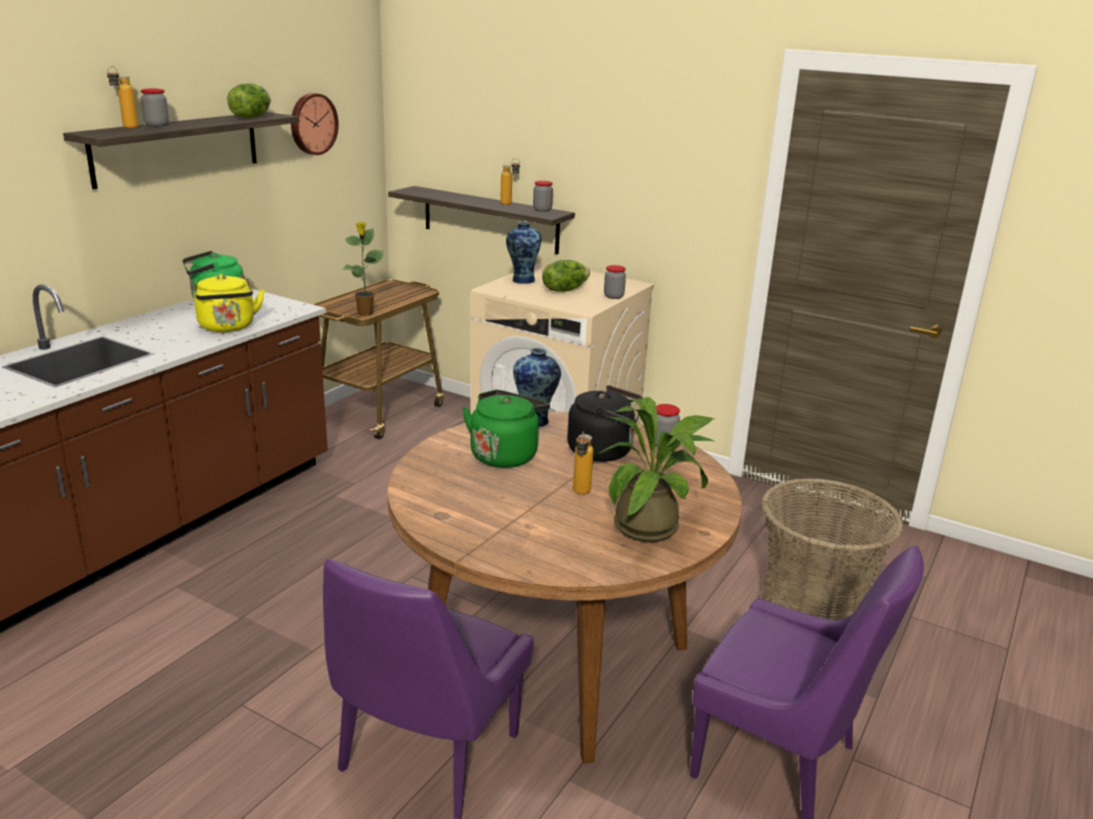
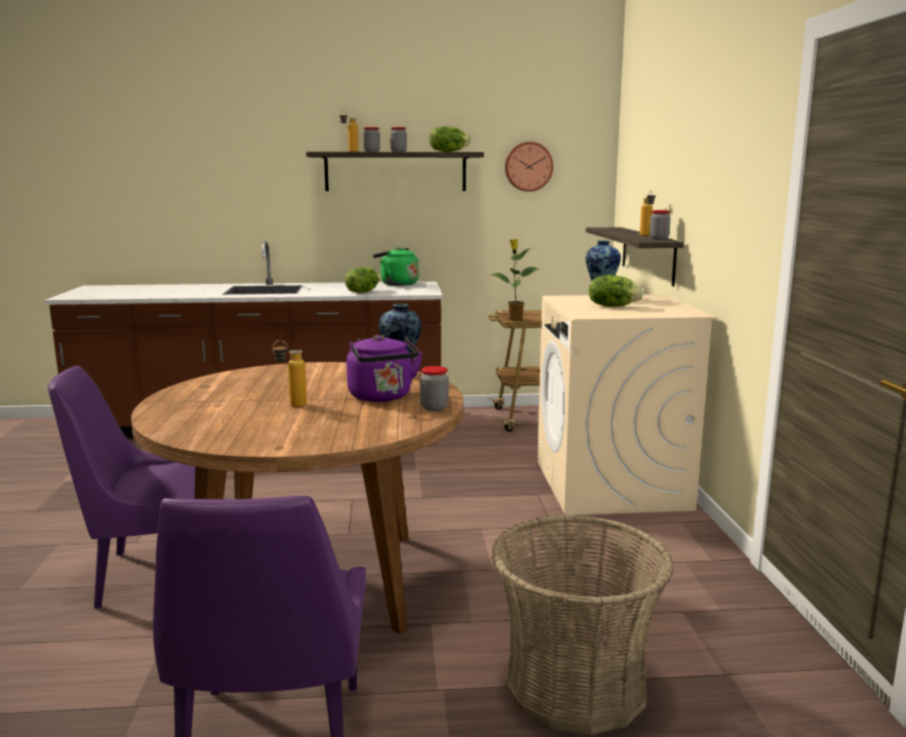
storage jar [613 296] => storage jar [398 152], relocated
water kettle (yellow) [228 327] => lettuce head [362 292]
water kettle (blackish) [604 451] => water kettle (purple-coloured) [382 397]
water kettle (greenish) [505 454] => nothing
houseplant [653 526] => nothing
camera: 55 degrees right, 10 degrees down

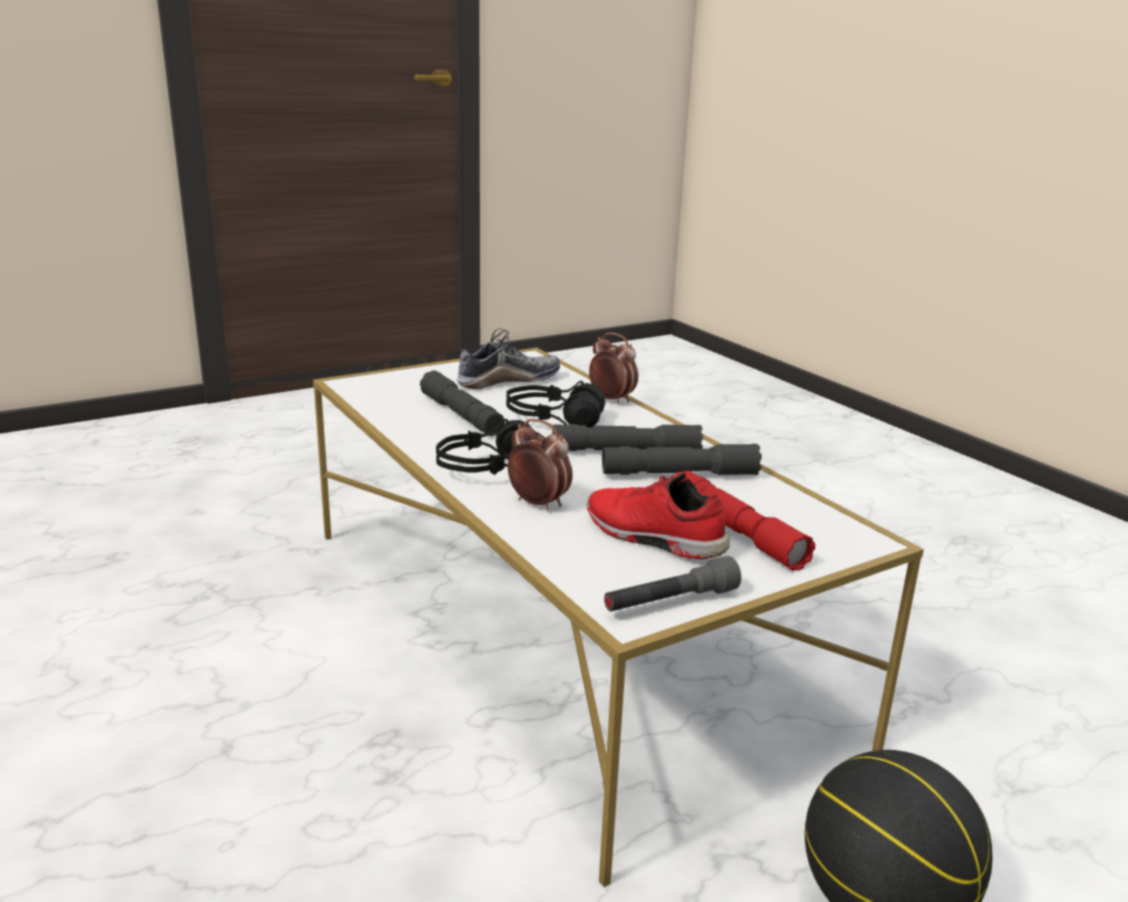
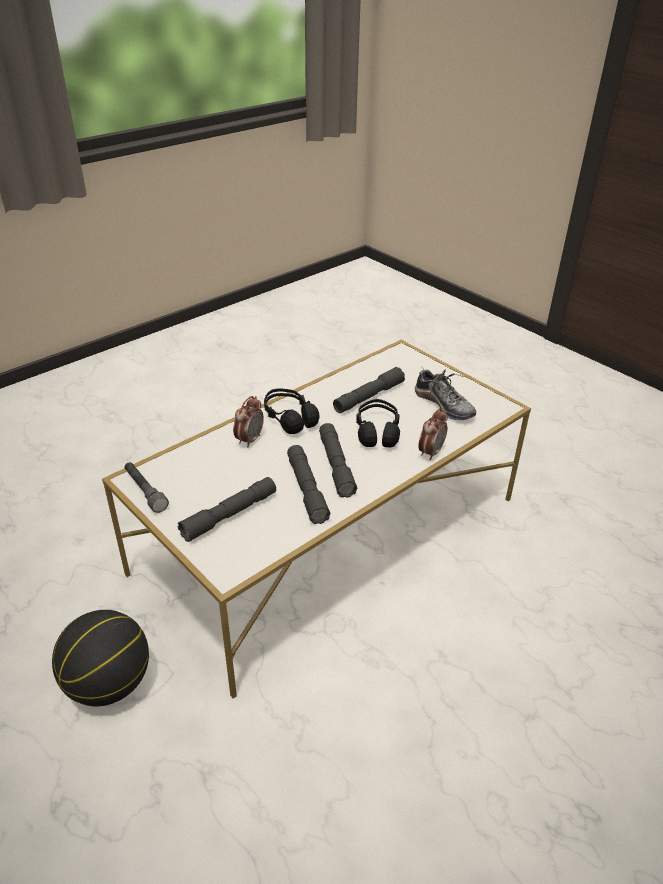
hand torch (reddish) [736 531] => hand torch (grey) [229 515]
shoe (reddish) [651 537] => nothing
camera: 80 degrees right, 15 degrees up

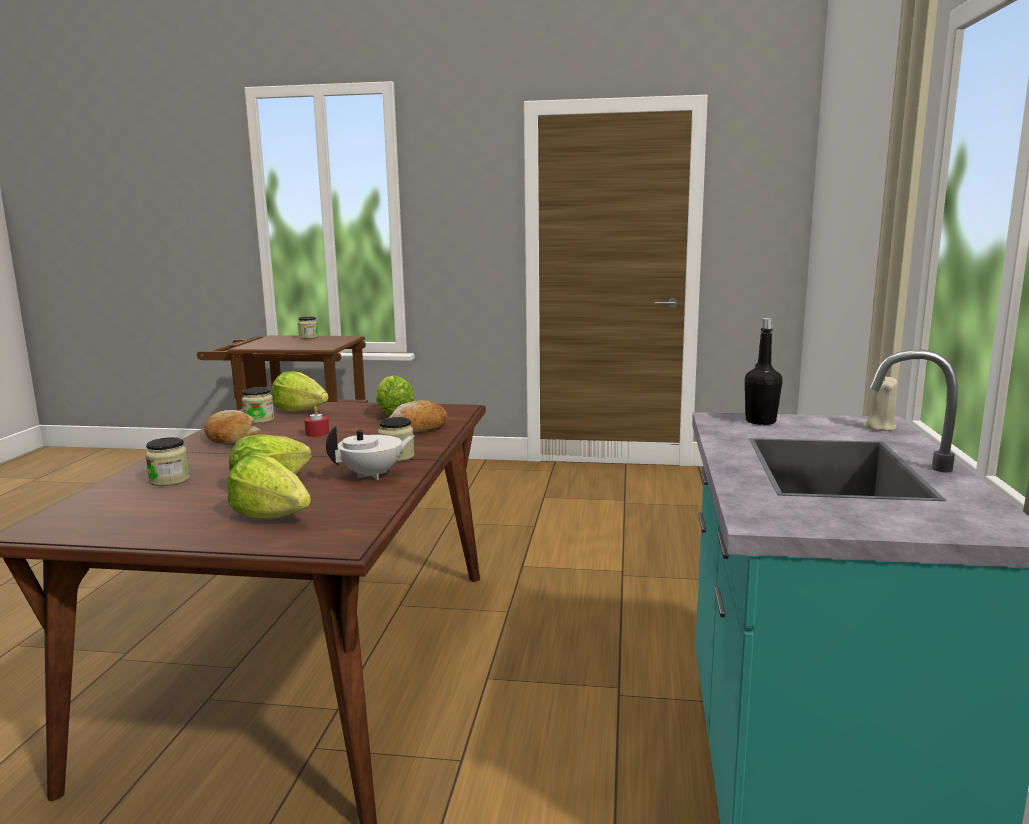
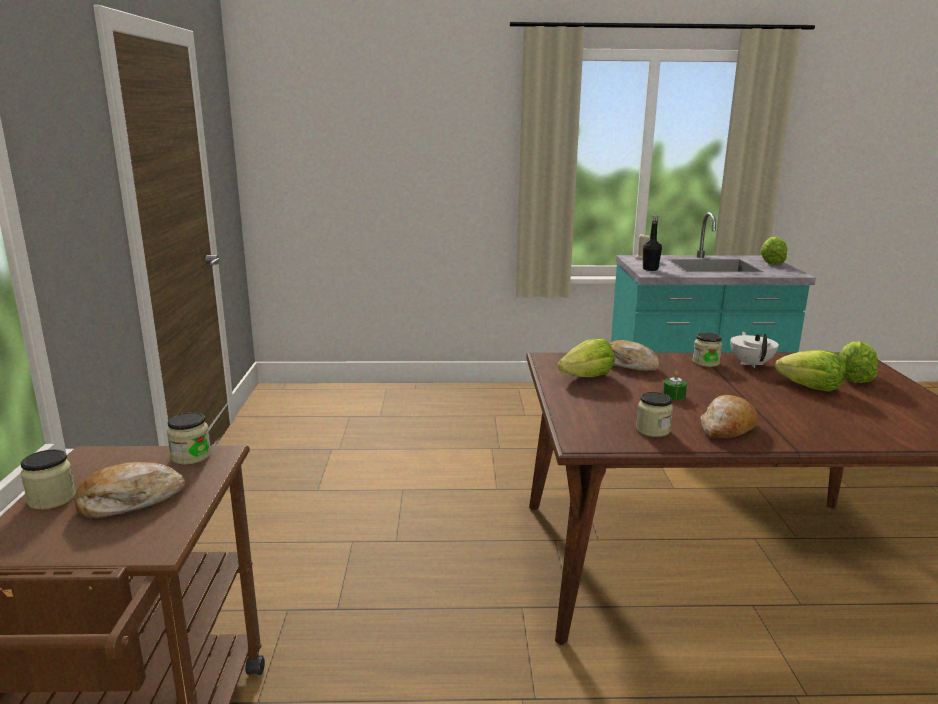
lettuce head [300 410] => lettuce head [771 263], relocated
wax candle (reddish) [317 433] => wax candle (greenish) [674 396]
tea pot (white) [373 475] => tea pot (white) [751 364], 45 degrees clockwise
storage jar [169 480] => storage jar [191 456], relocated
nothing => bread [129 501]
camera: 100 degrees left, 5 degrees up

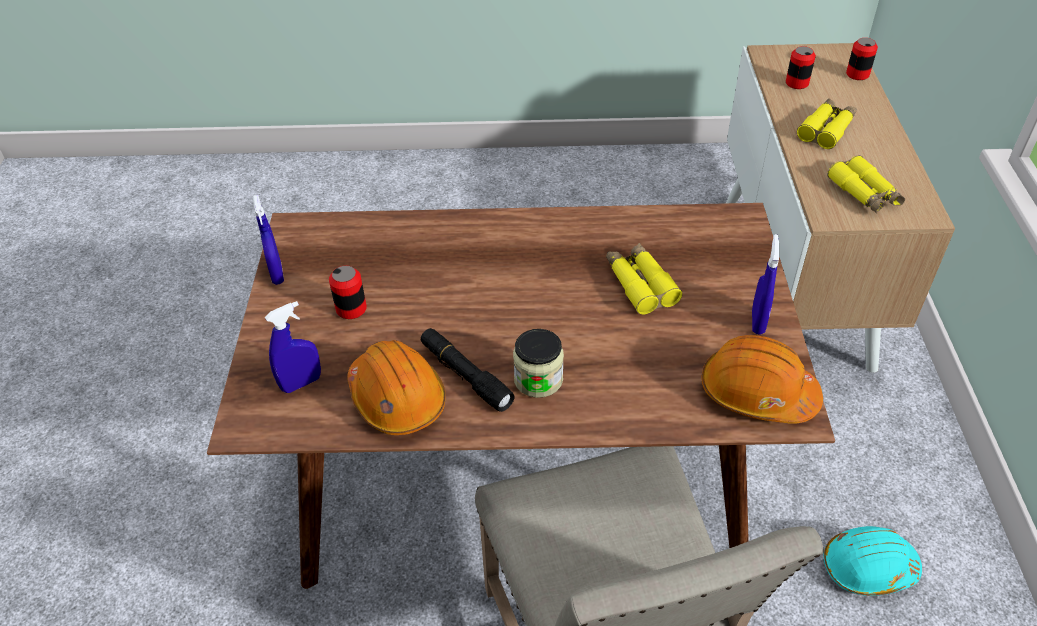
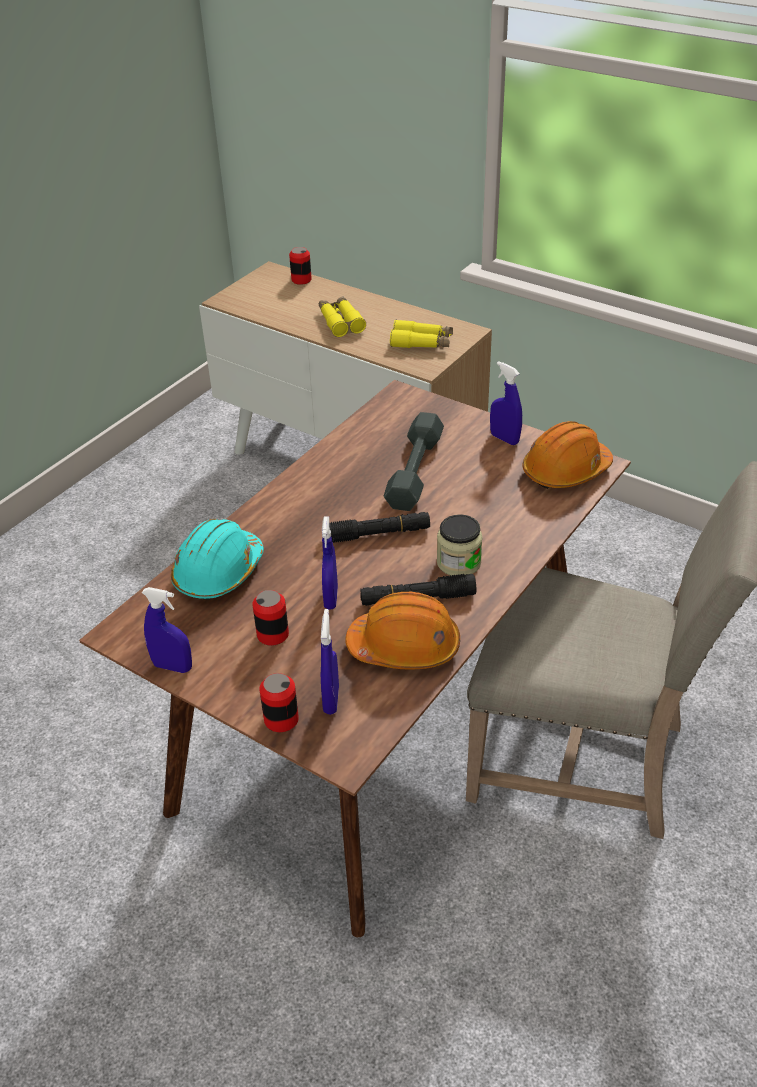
can [797 83] => can [281 719], relocated
binoculars (yellow) [640 284] => dumbbell (grey) [414 471]
work helmet (turquoise-coloured) [868 567] => work helmet (turquoise-coloured) [218 572], relocated
nothing => hand torch (blackish) [377 534]
nothing => spray bottle (blue-coloured) [331 598]
camera: 55 degrees left, 5 degrees down

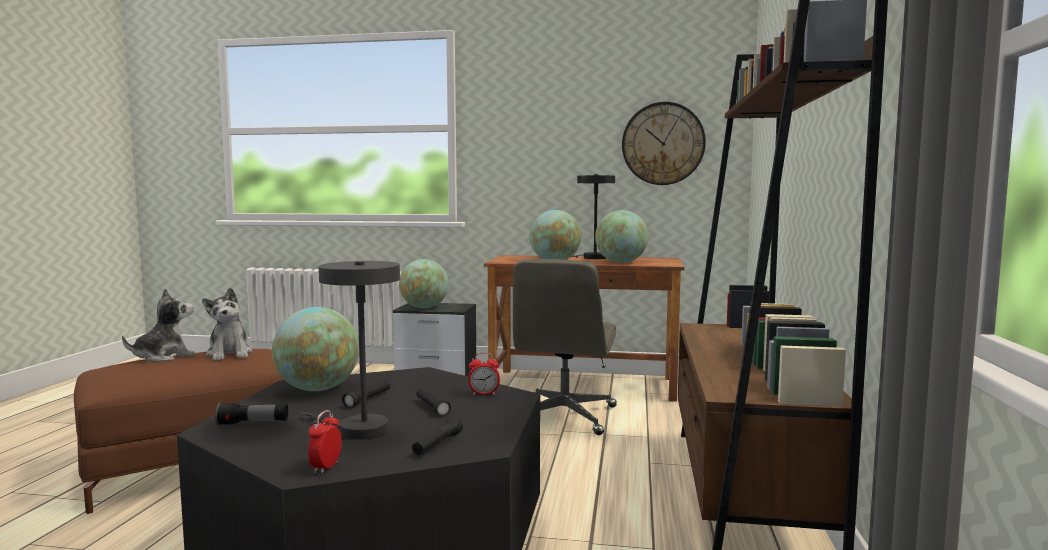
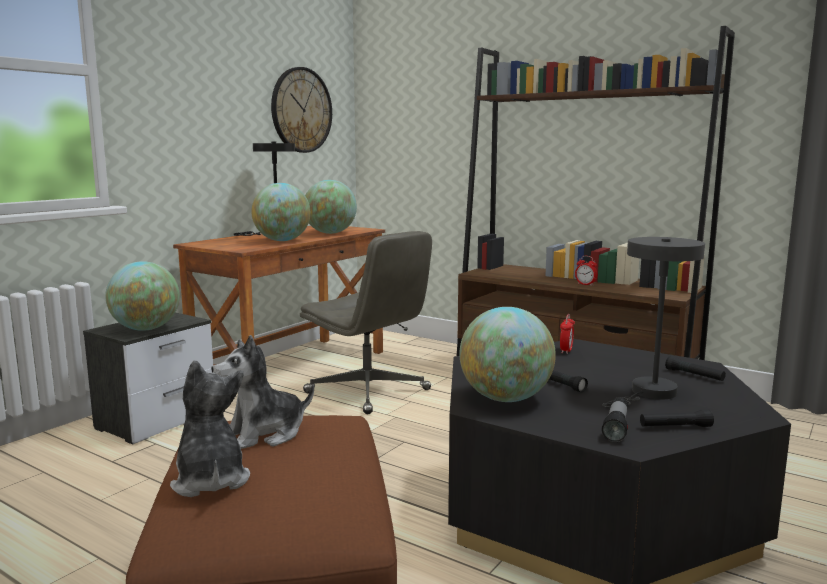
plush toy [229 354] => plush toy [264 434], 150 degrees clockwise
hand torch (blackish) [432 408] => hand torch (blackish) [675 427], relocated
bedside clock [326 467] => bedside clock [585 284], relocated
camera: 65 degrees left, 5 degrees up

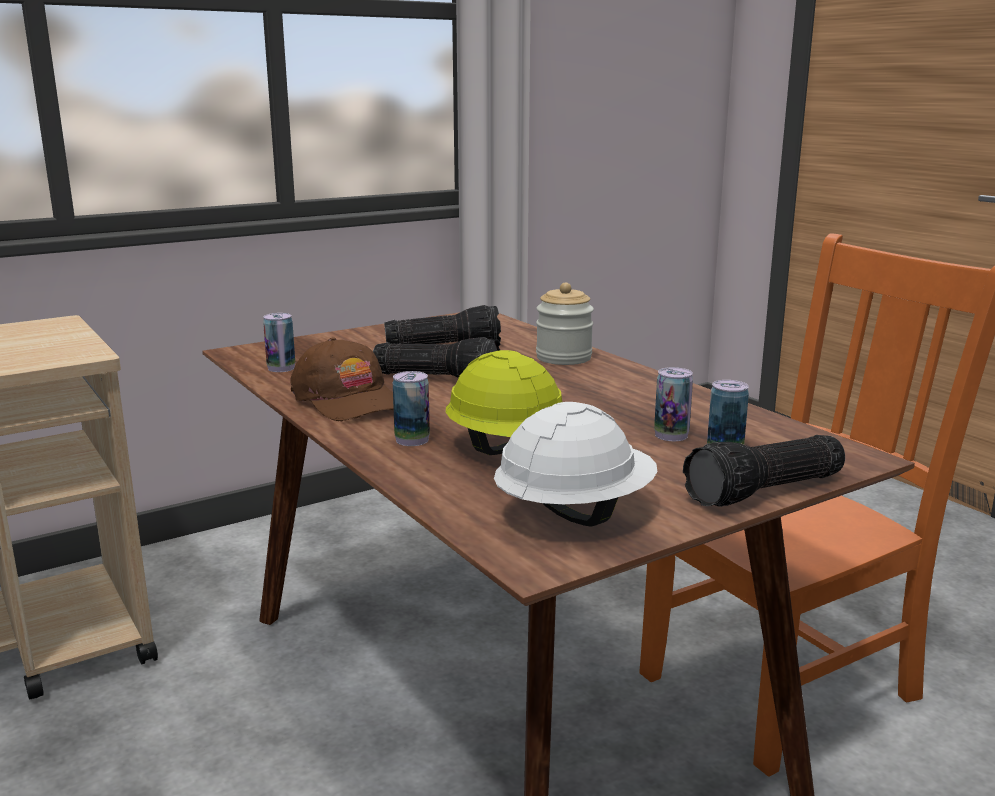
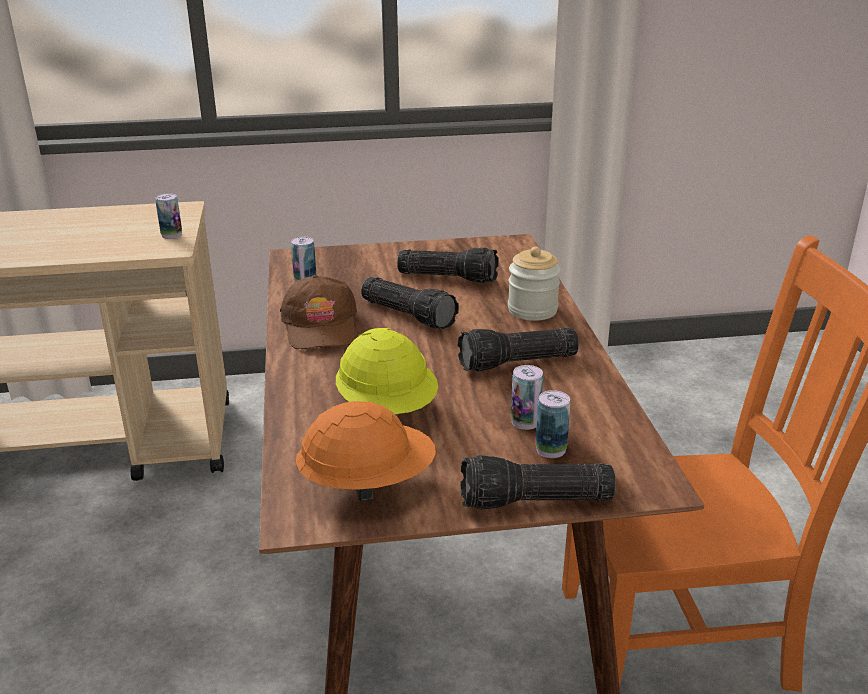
can [412 440] => can [171 235], relocated
work helmet (white) [574 513] => work helmet (orange) [367 483]
nothing => hand torch [517 363]
camera: 25 degrees right, 10 degrees up

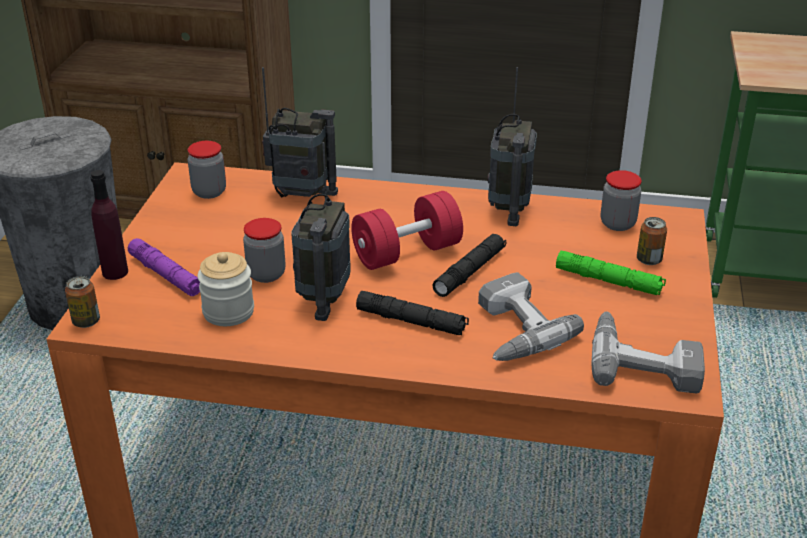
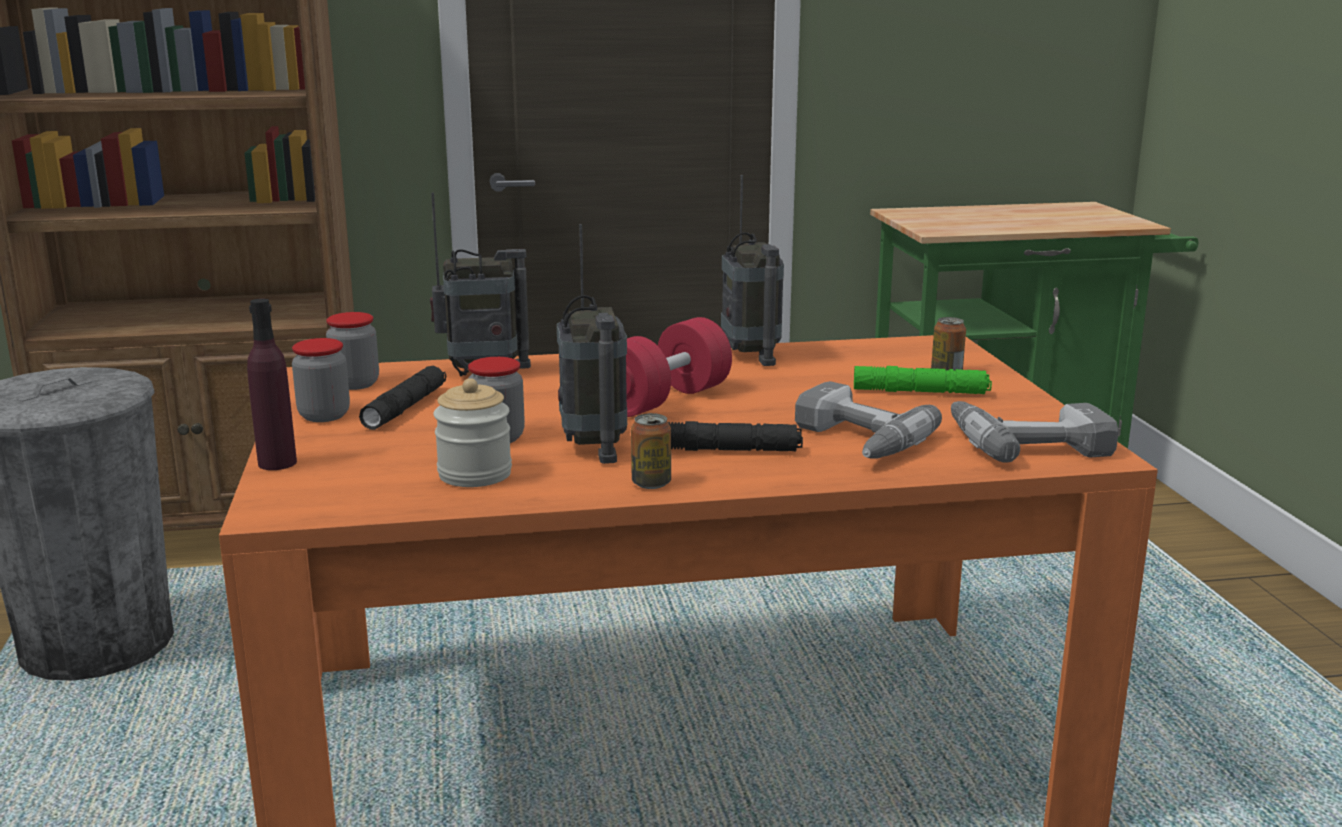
storage jar [617 224] => storage jar [324 415], relocated
hand torch (blackish) [470 272] => hand torch (blackish) [405 408], relocated
hand torch (purple-coloured) [166 275] => nothing
can [86 321] => can [651 483], relocated
camera: 20 degrees left, 15 degrees down

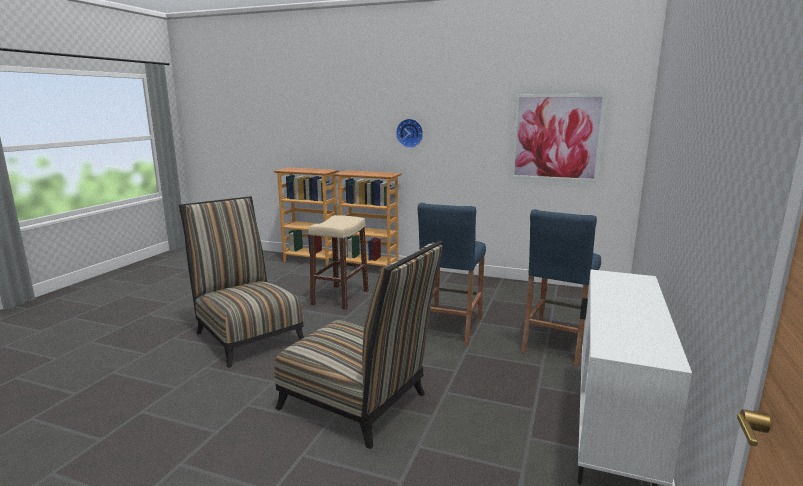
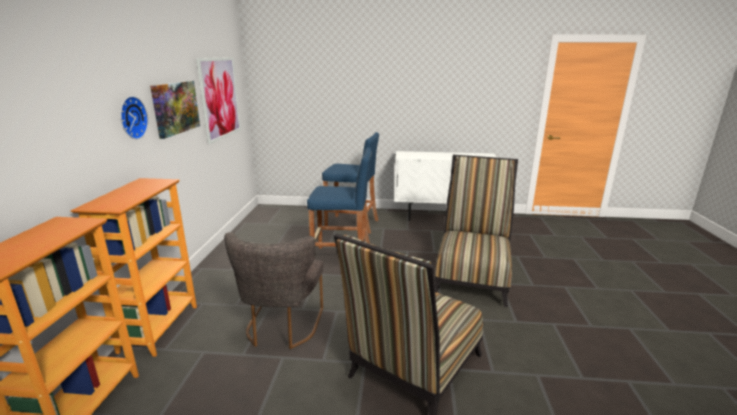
stool (sand-coloured) [340 297] => upright chair (grey) [281 328]
nothing => picture [175 107]
camera: 105 degrees left, 5 degrees up

